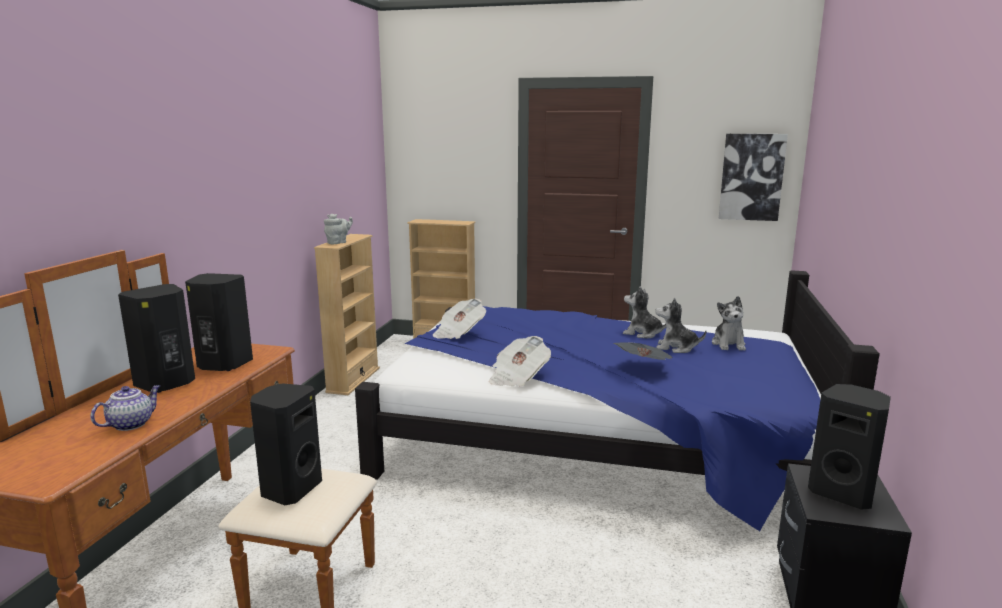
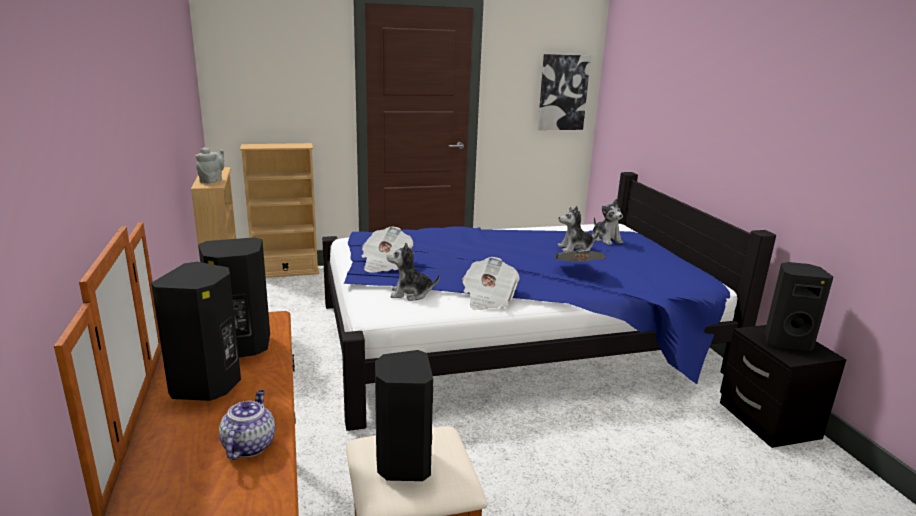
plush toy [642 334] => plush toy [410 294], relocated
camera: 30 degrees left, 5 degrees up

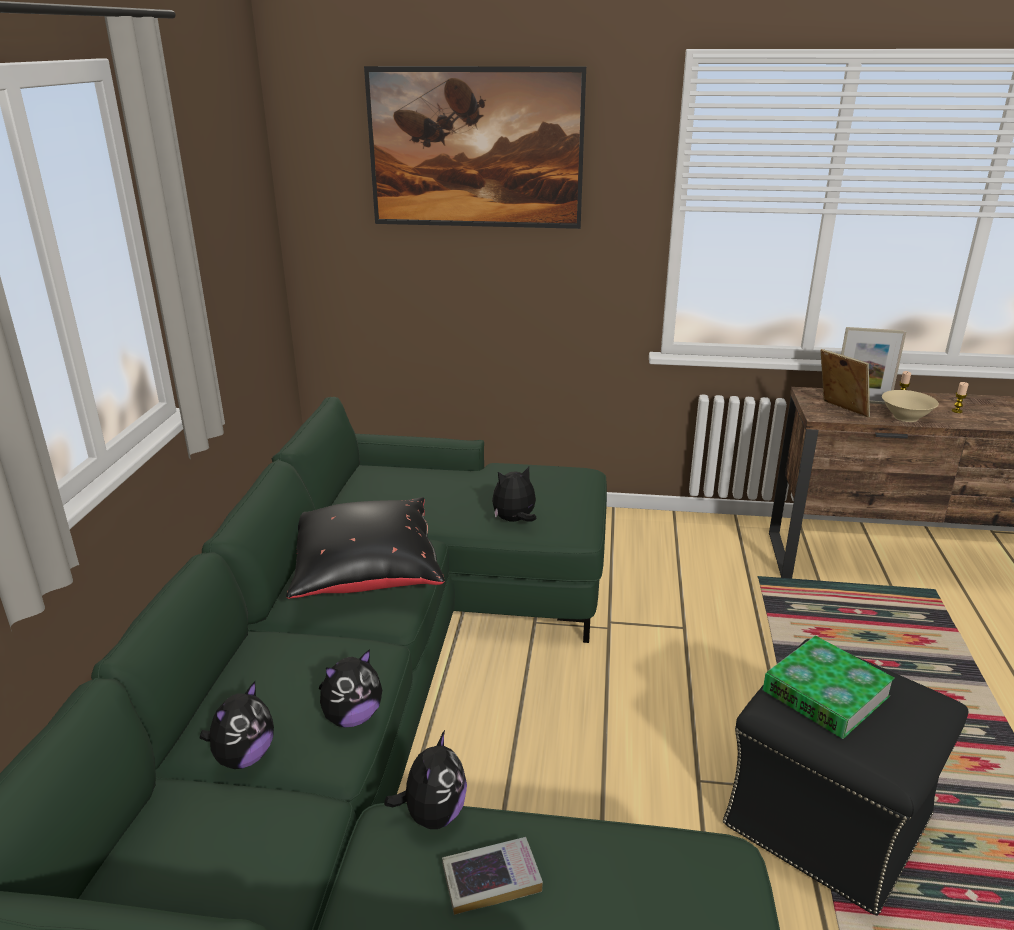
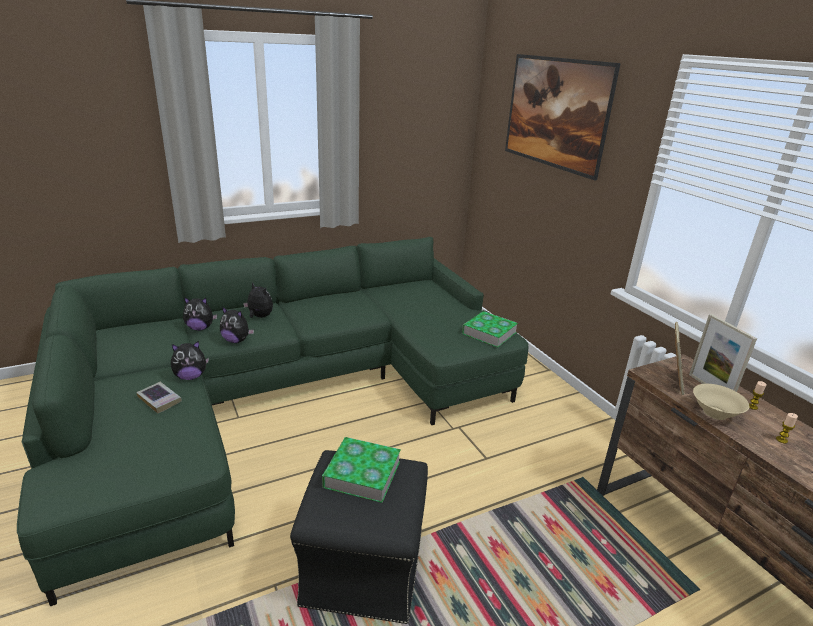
plush toy [514 520] => plush toy [259 317], relocated
cushion (blackish) [363 572] => nothing
nothing => bound book [489 333]
camera: 55 degrees right, 0 degrees up

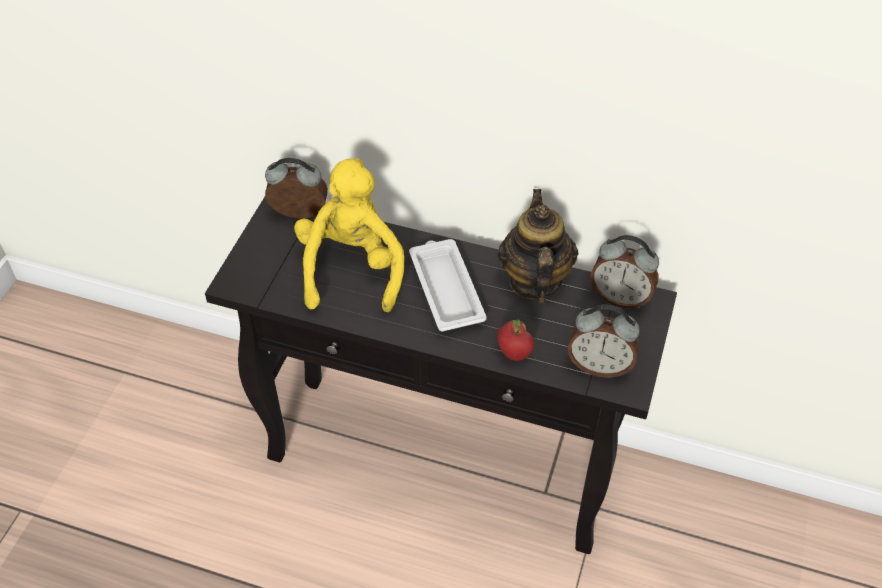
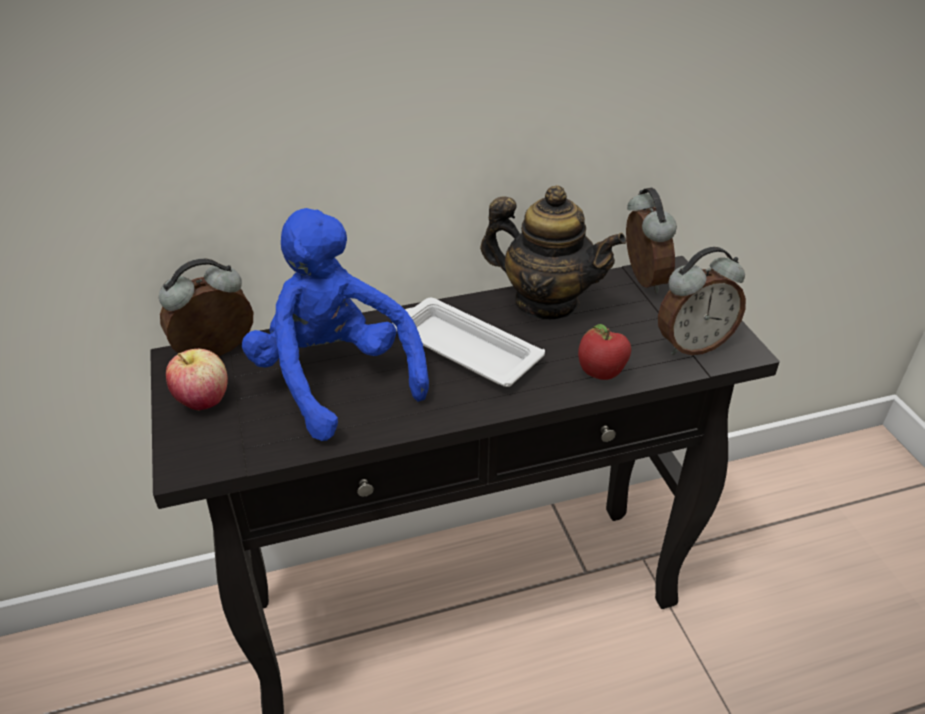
plush toy (yellow) [352 269] => plush toy (blue-coloured) [335 378]
tea pot [534 281] => tea pot [546 302], 150 degrees clockwise
bedside clock [620 297] => bedside clock [641 280], 90 degrees counterclockwise
nothing => apple [203 400]
camera: 35 degrees left, 10 degrees down

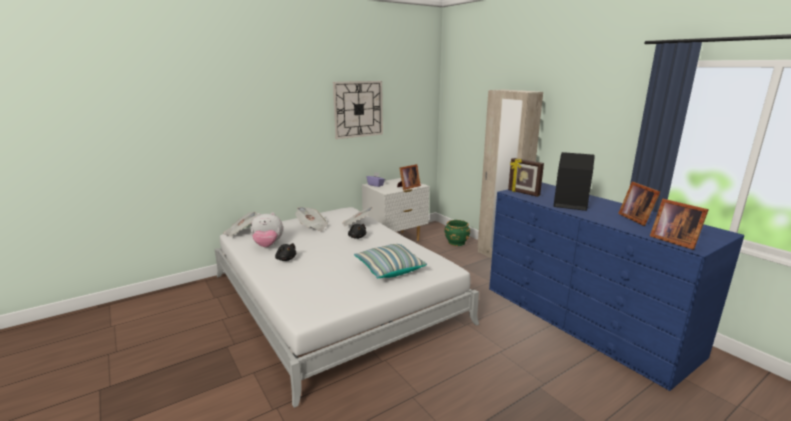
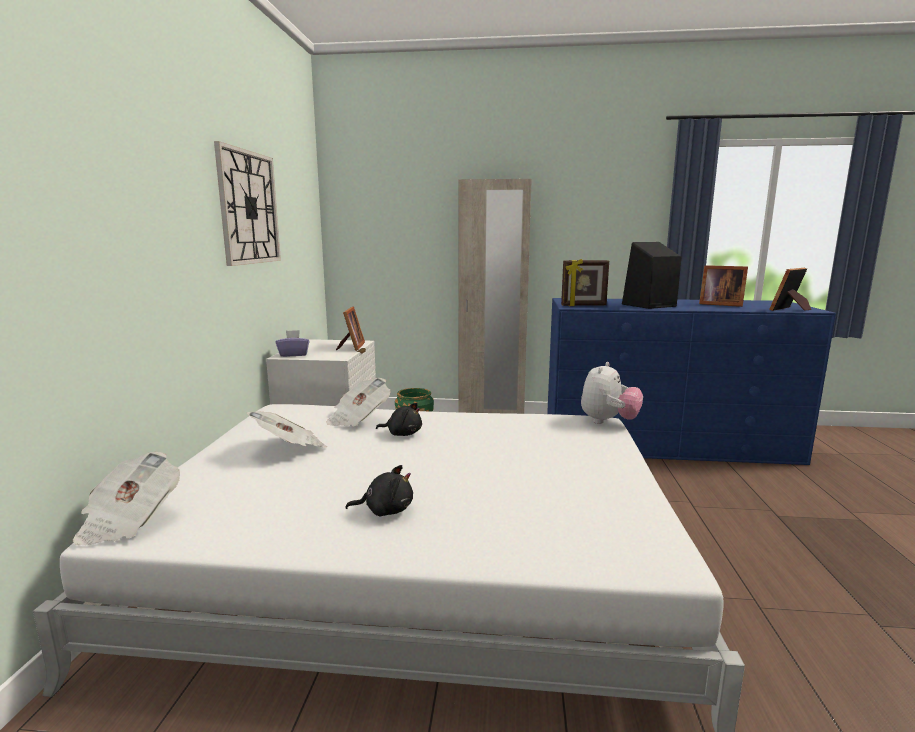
picture frame [673 240] => picture frame [790 309], 135 degrees clockwise
plush toy [268 245] => plush toy [608 422], relocated
cushion [389 269] => nothing
camera: 50 degrees left, 5 degrees down

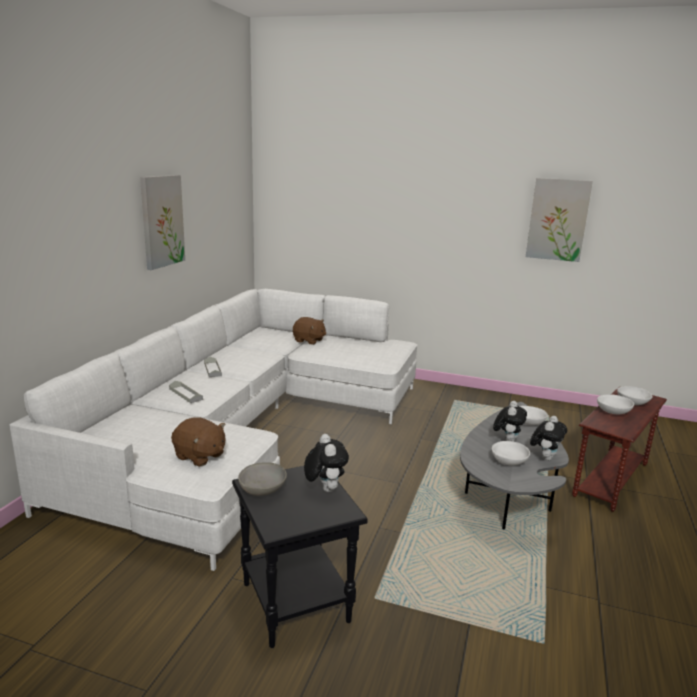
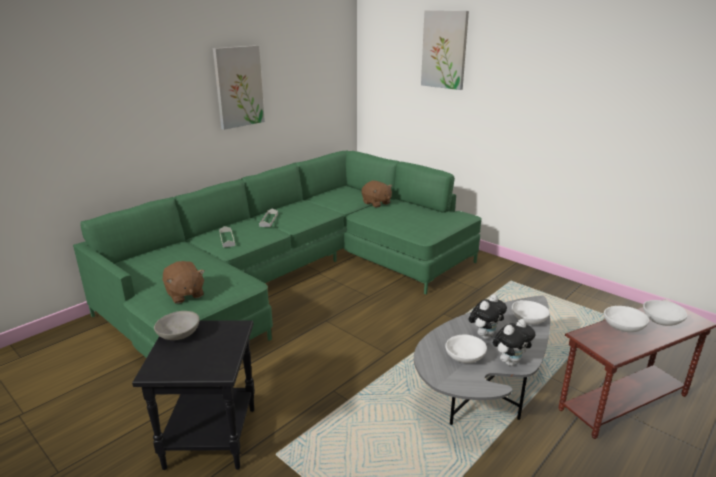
picture [557 220] => picture [444 50], relocated
sofa (white) [247 429] => sofa (greenish) [295 276]
plush toy [324 488] => nothing
camera: 25 degrees right, 5 degrees up

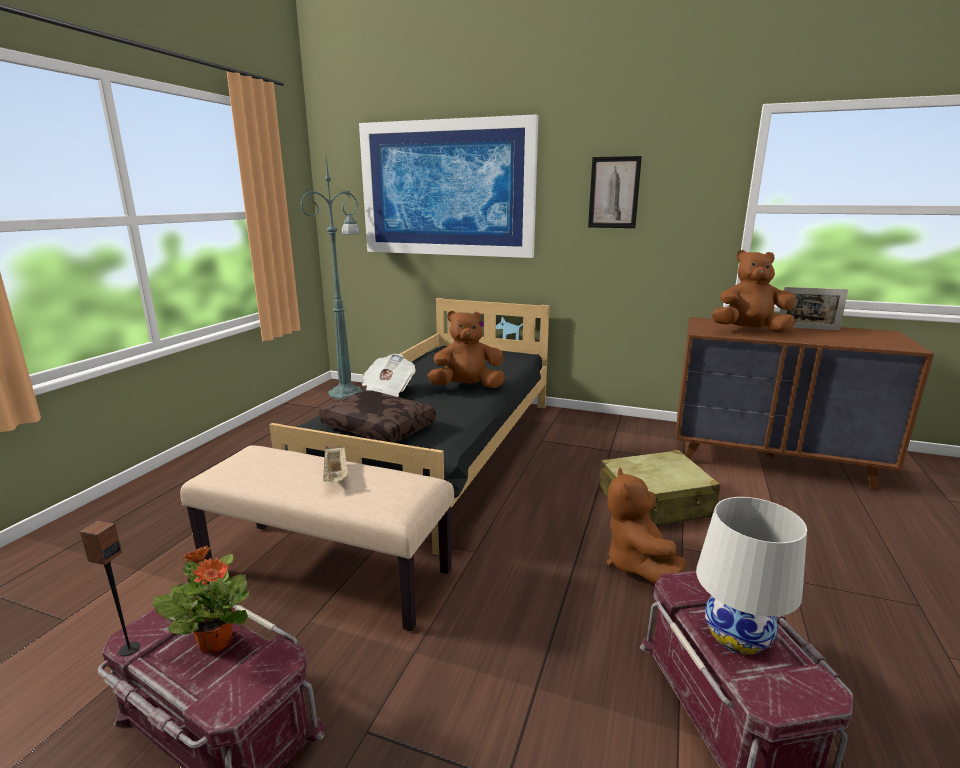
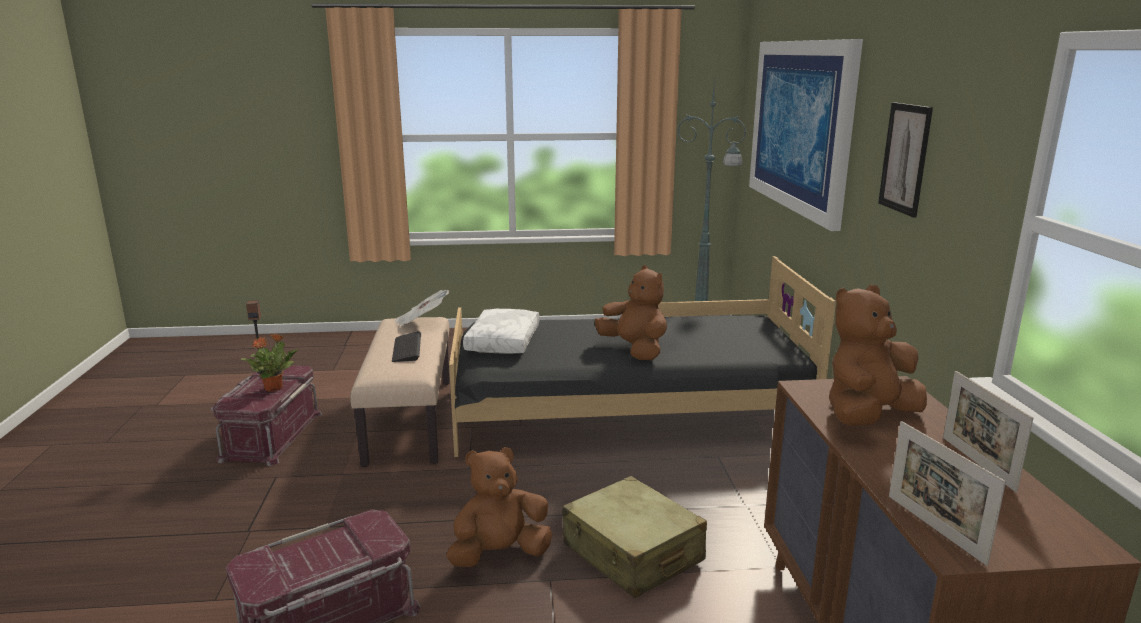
plush toy (brown) [749 331] => plush toy (brown) [868 417], 105 degrees counterclockwise
newspaper [387 392] => newspaper [421 322], relocated
cushion (brown) [380 427] => cushion (white) [504 342]
serving tray (sand-coloured) [336 475] => PC keyboard [407 348]
lamp for a table (white) [737 636] => nothing
nothing => picture frame [934 528]
camera: 65 degrees right, 0 degrees up

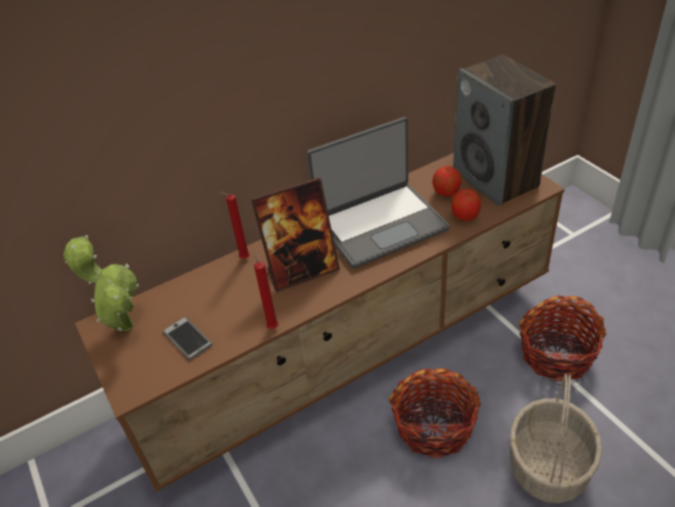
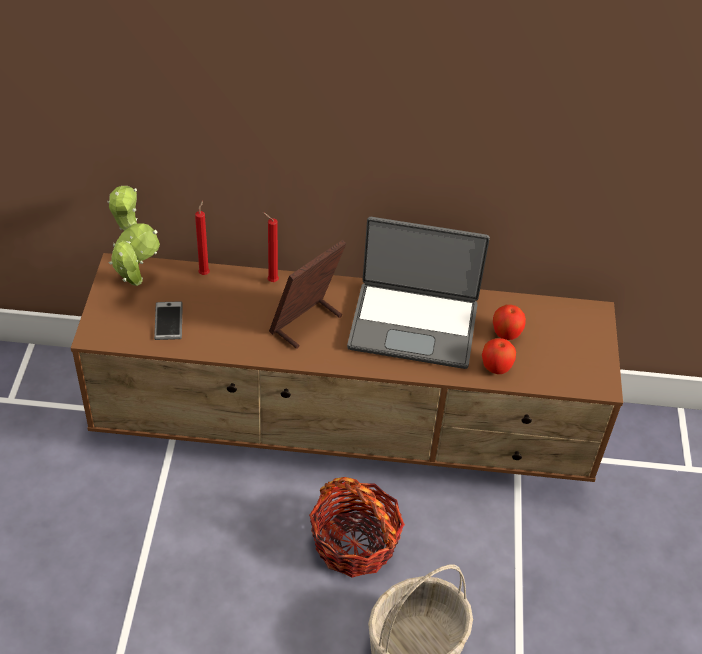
audio speaker [496 179] => nothing
picture frame [302 271] => picture frame [306 323], 120 degrees clockwise
wax candle (reddish) [272 326] => wax candle (reddish) [205 273], relocated
basket [556 355] => nothing
camera: 30 degrees right, 5 degrees up

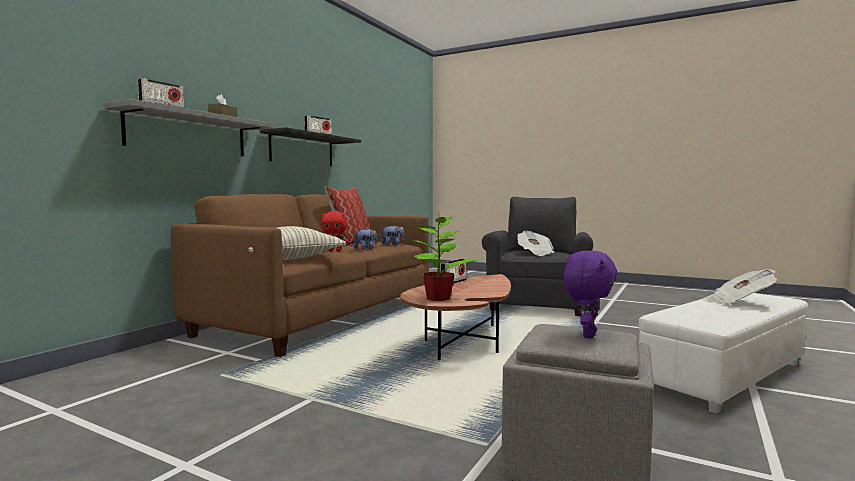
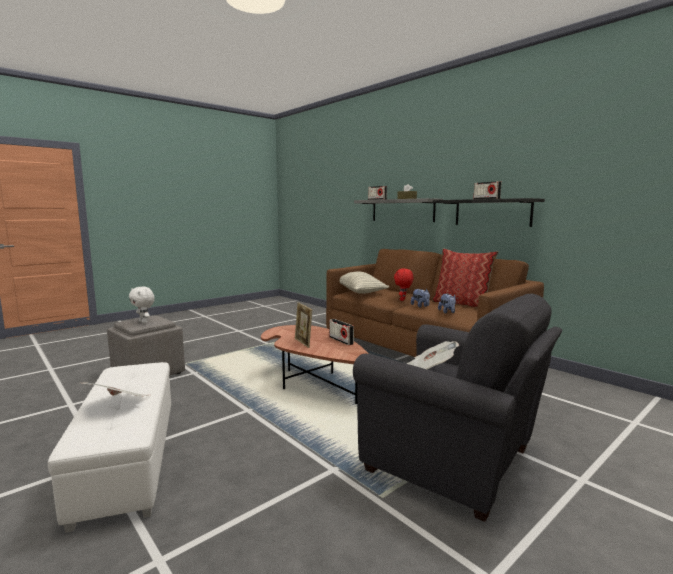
houseplant [438 298] => nothing
plush toy (purple-coloured) [587 335] => plush toy (white) [144 322]
nothing => picture frame [303 343]
camera: 110 degrees right, 5 degrees up

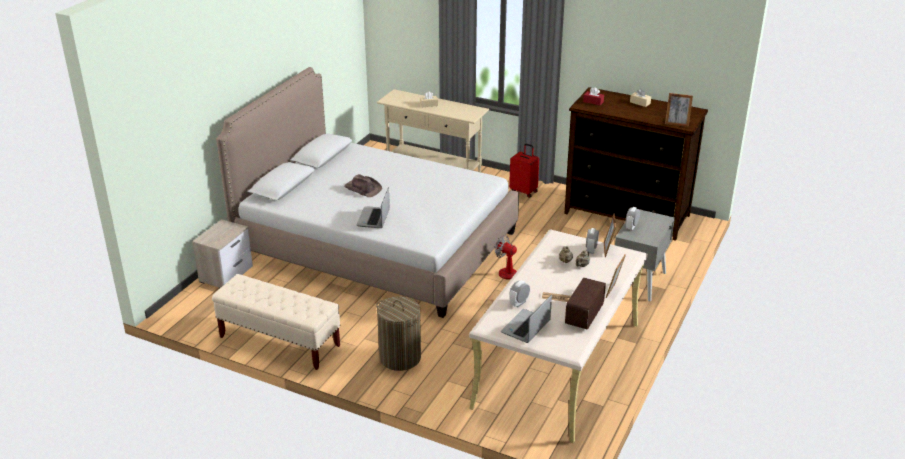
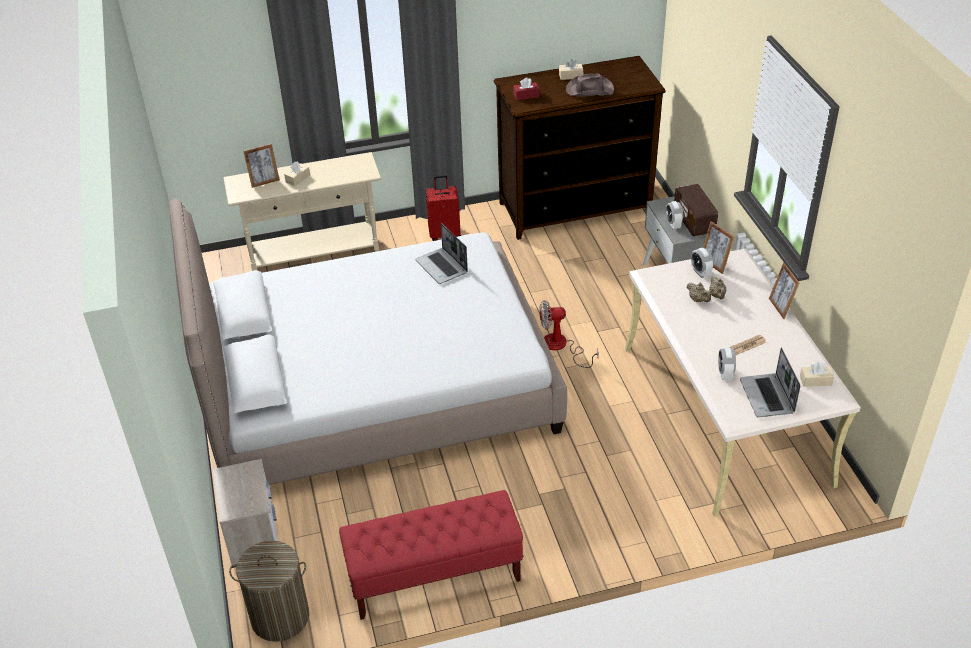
picture frame [677 124] => picture frame [264 181], relocated
wearable hat (brown) [363 188] => wearable hat (brown) [589 89], relocated
portable computer [374 218] => portable computer [442 267], relocated
long seat (sand-coloured) [279 341] => long seat (reddish) [434 577]
radio receiver [584 315] => radio receiver [694 222], relocated
washing basket [400 357] => washing basket [280 617], relocated
nothing => tissue holder (sand-coloured) [815 380]
camera: 40 degrees left, 10 degrees up

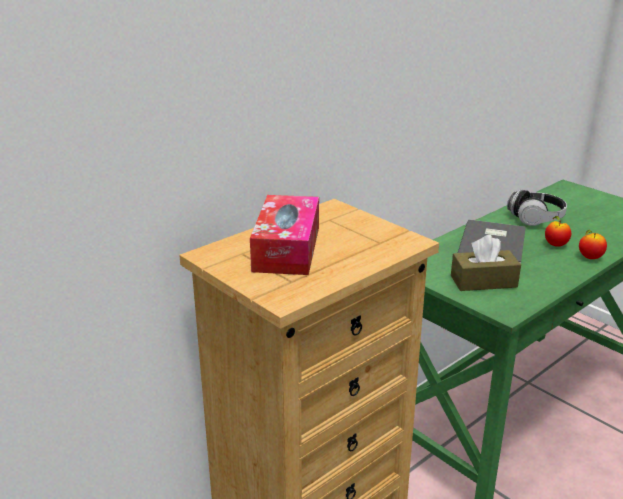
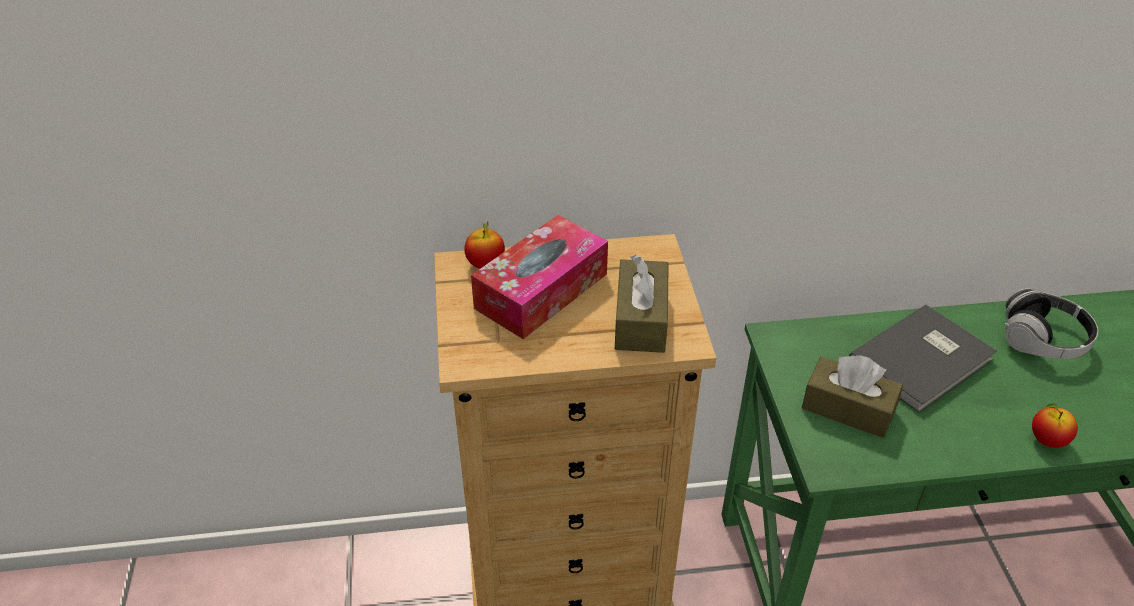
apple [555 245] => apple [485 264], relocated
nothing => tissue holder (brown) [641 319]
camera: 35 degrees right, 15 degrees up

